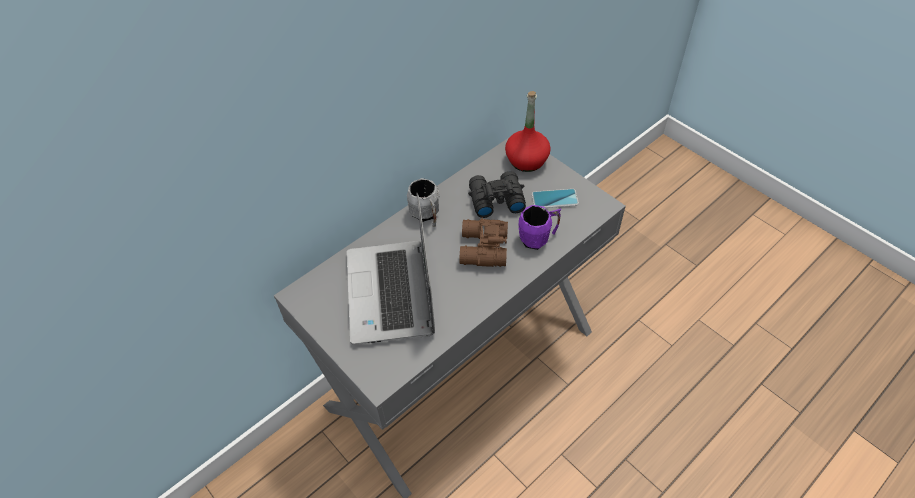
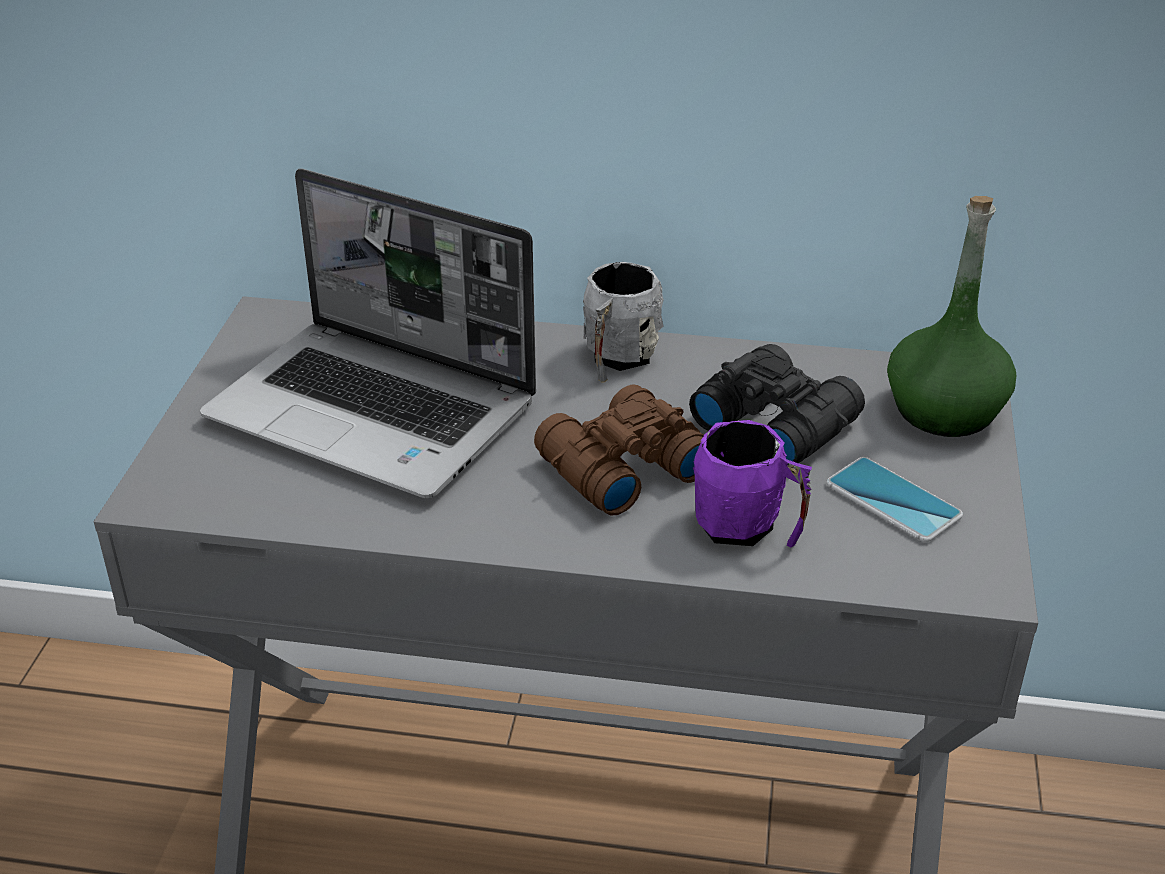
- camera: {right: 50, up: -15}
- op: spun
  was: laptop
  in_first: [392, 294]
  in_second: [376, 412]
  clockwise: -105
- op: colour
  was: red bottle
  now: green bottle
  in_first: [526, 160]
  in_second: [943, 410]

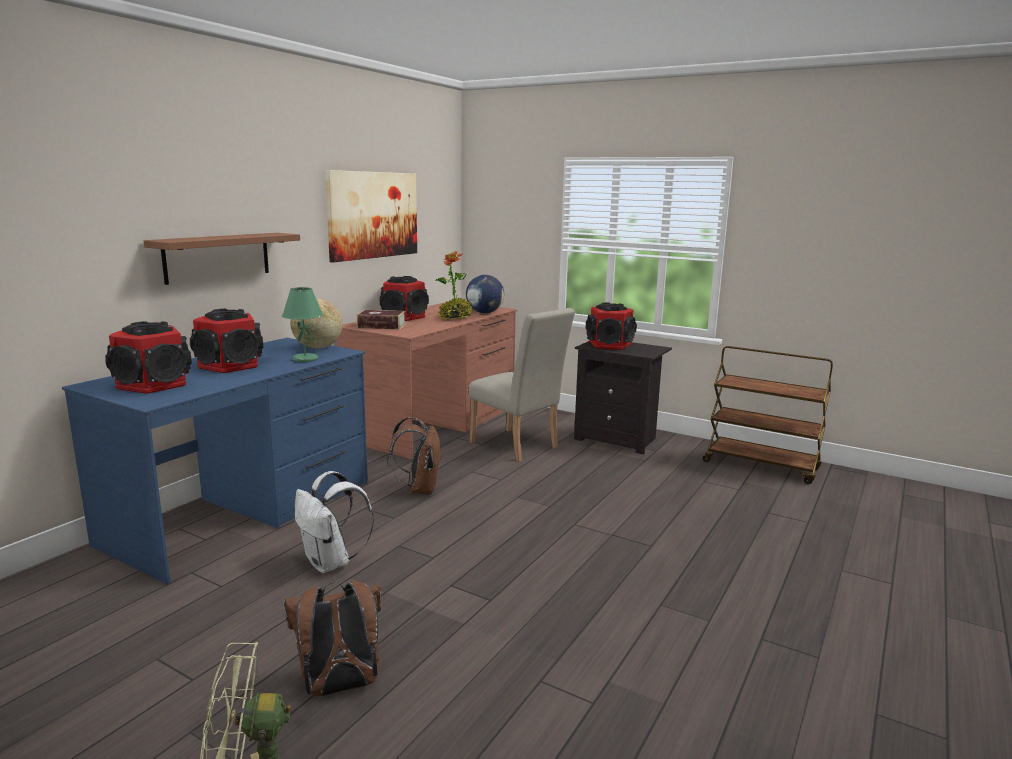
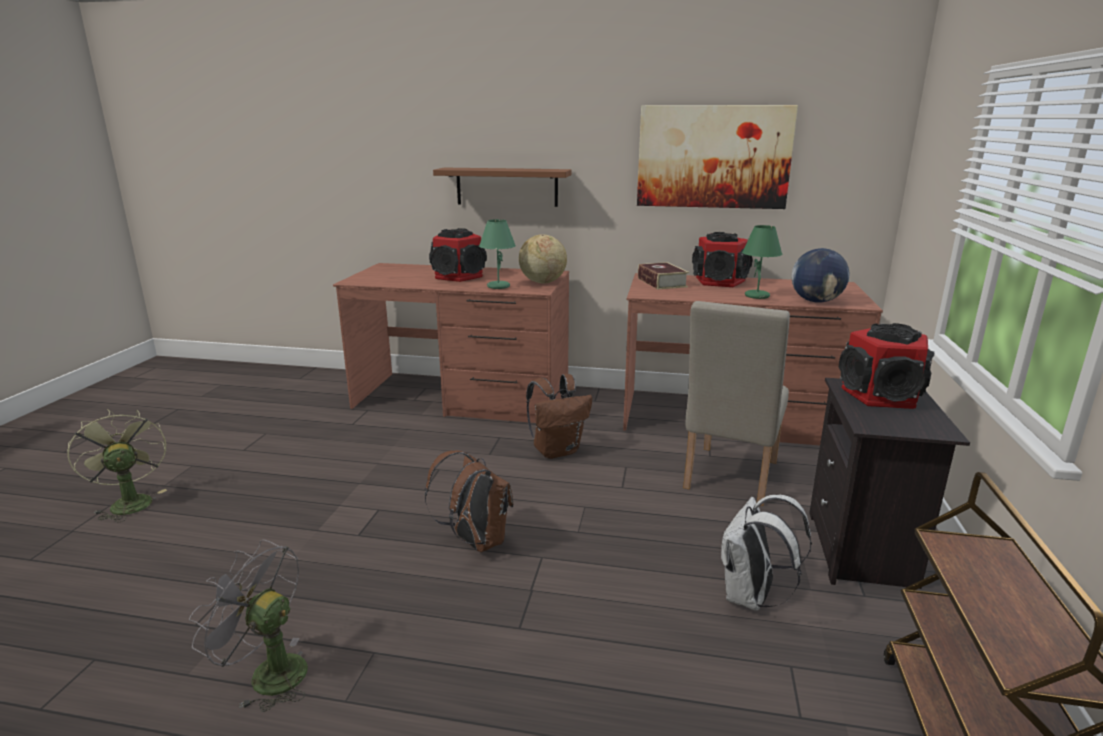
- camera: {right: 70, up: 5}
- op: appeared
  now: grey fan
  in_second: [268, 673]
- op: colour
  was: blue desk
  now: brown desk
  in_first: [244, 511]
  in_second: [463, 398]
- op: relocated
  was: brown backpack
  in_first: [340, 687]
  in_second: [475, 541]
- op: relocated
  was: white backpack
  in_first: [331, 563]
  in_second: [751, 597]
- op: exchanged
  was: potted plant
  now: green table lamp
  in_first: [455, 318]
  in_second: [757, 296]
- op: missing
  was: speaker
  in_first: [154, 384]

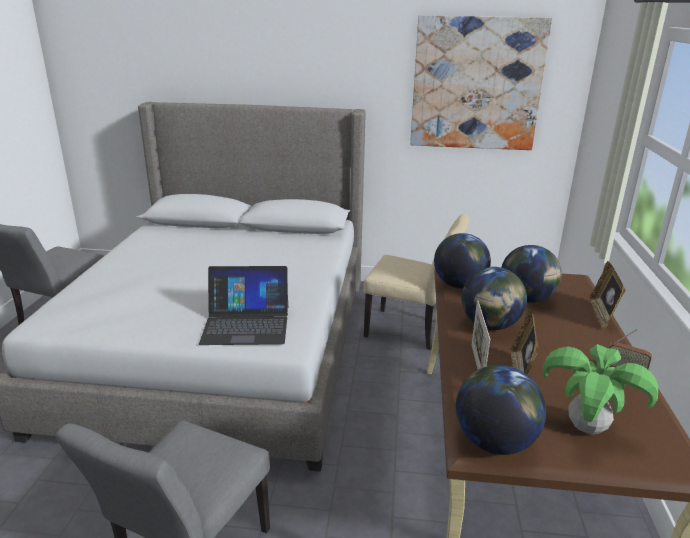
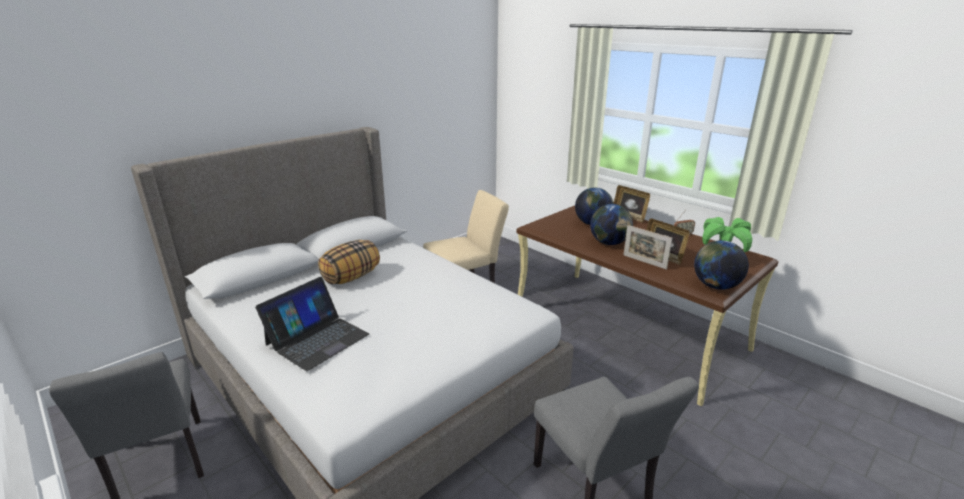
- camera: {right: -50, up: 0}
- op: relocated
  was: laptop
  in_first: [246, 324]
  in_second: [317, 339]
- op: appeared
  now: pillow
  in_second: [351, 277]
- op: missing
  was: picture
  in_first: [476, 84]
- op: missing
  was: globe
  in_first: [459, 285]

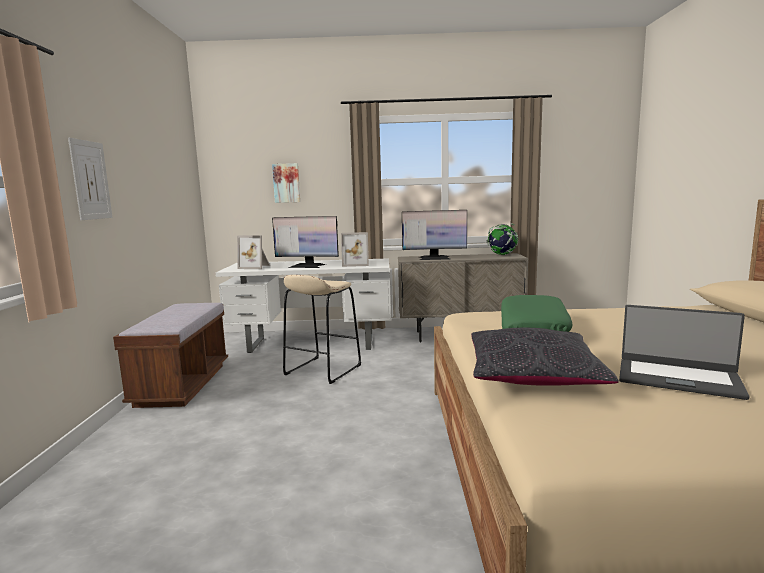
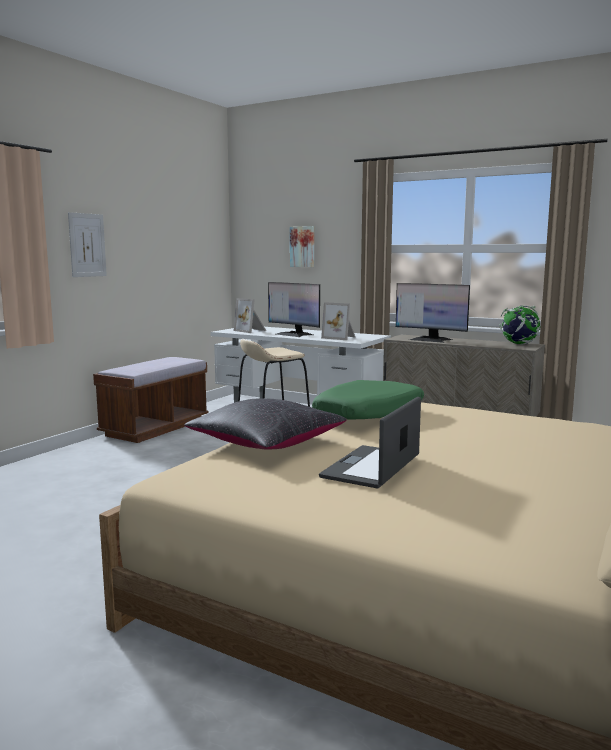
- camera: {right: 30, up: 0}
- op: spun
  was: laptop
  in_first: [678, 378]
  in_second: [372, 467]
  clockwise: 60

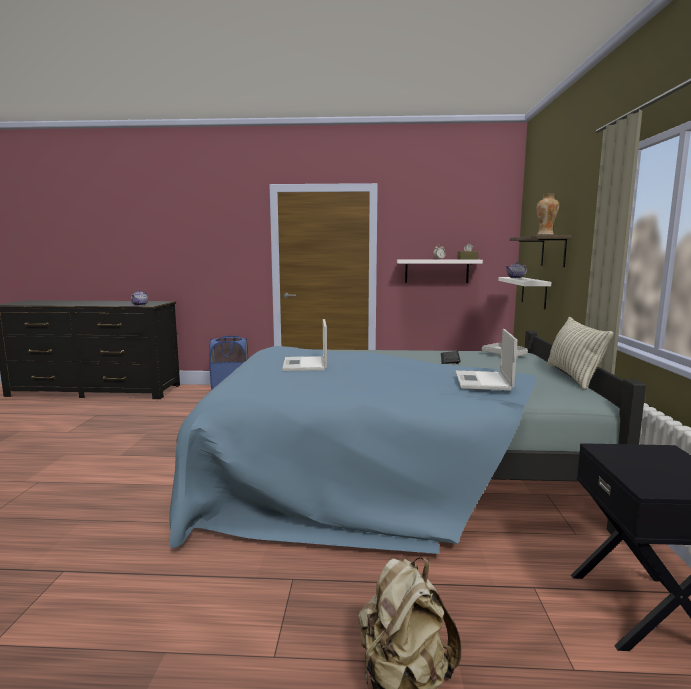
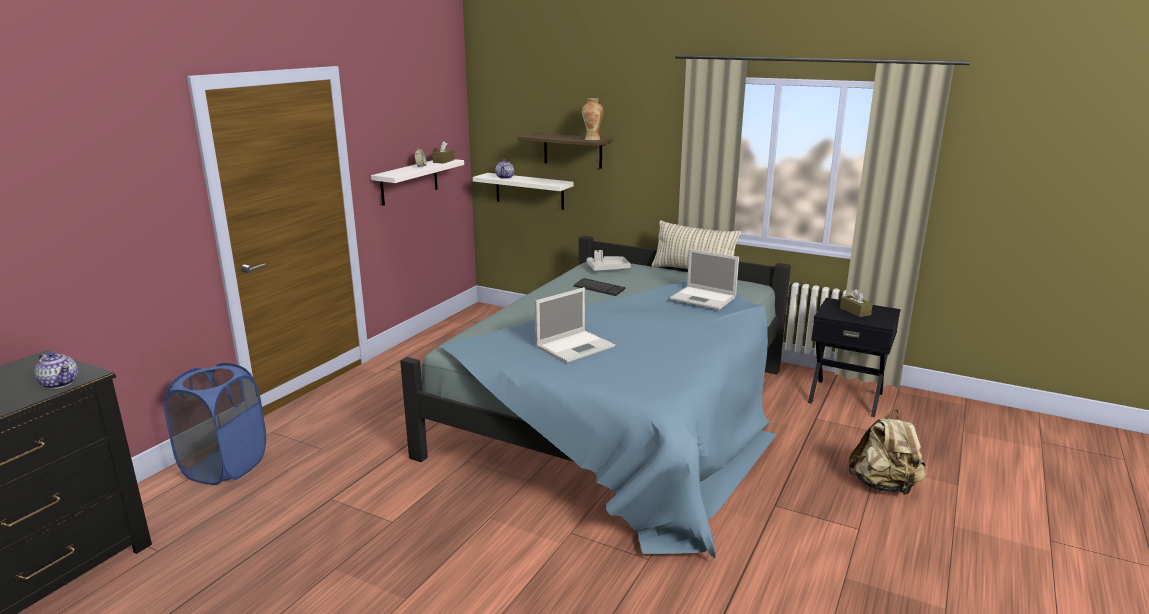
- camera: {right: -65, up: 10}
- op: spun
  was: laptop
  in_first: [305, 364]
  in_second: [576, 346]
  clockwise: -60
- op: appeared
  now: brown tissue box
  in_second: [855, 311]

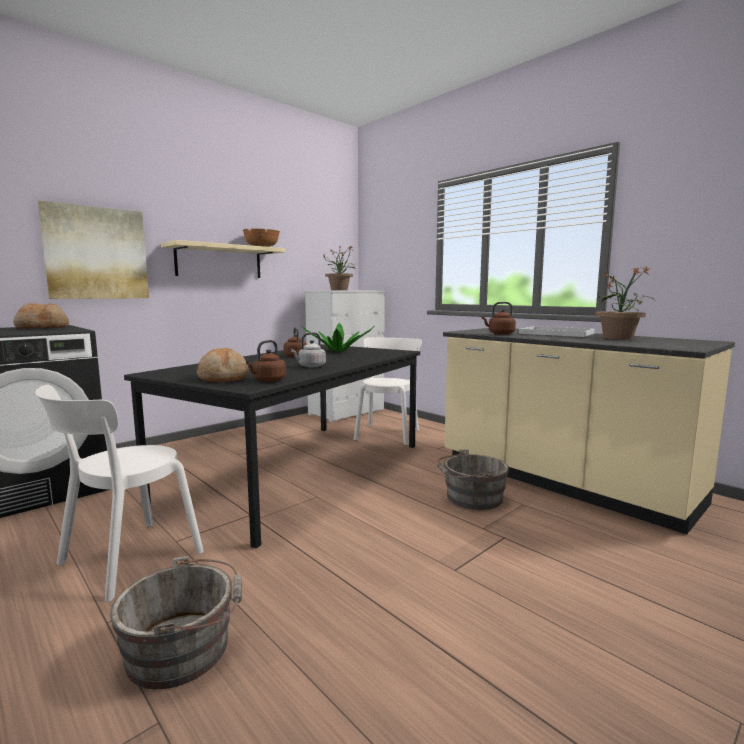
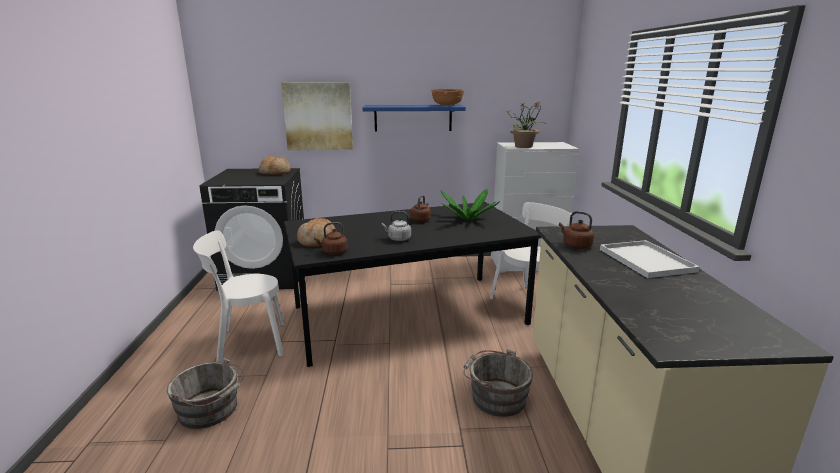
- camera: {right: 40, up: 10}
- op: colour
  was: beige shelf
  now: blue shelf
  in_first: [219, 262]
  in_second: [413, 118]
- op: missing
  was: potted plant
  in_first: [618, 338]

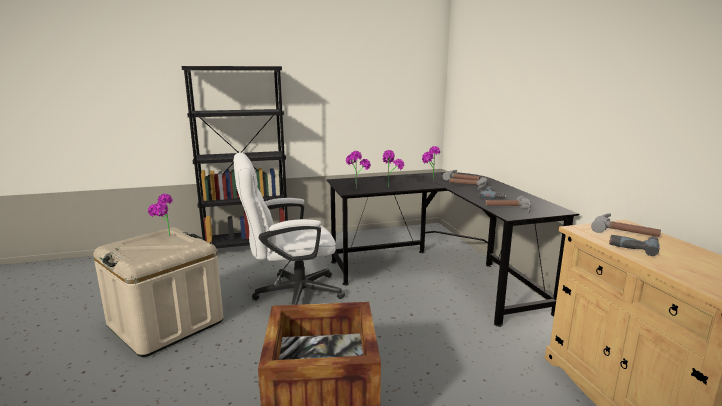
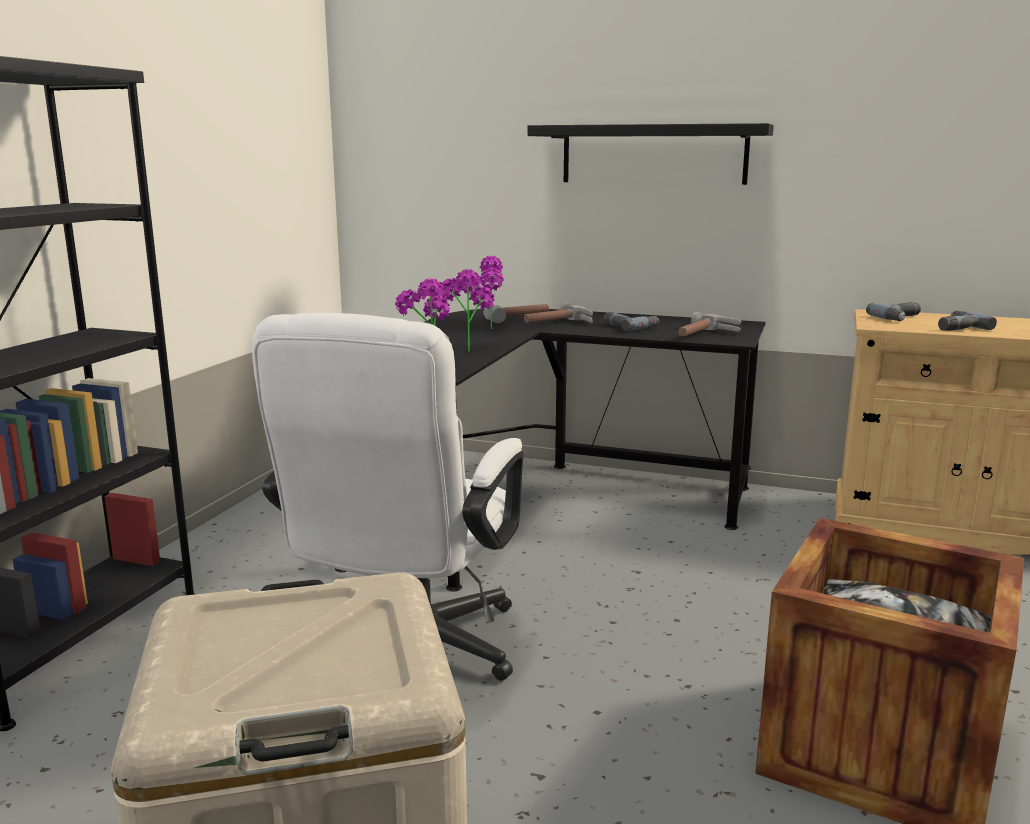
- camera: {right: -55, up: 0}
- op: appeared
  now: black shelf
  in_second: [653, 154]
- op: exchanged
  was: hammer
  now: power drill
  in_first: [625, 231]
  in_second: [901, 318]
- op: missing
  was: potted plant
  in_first: [164, 237]

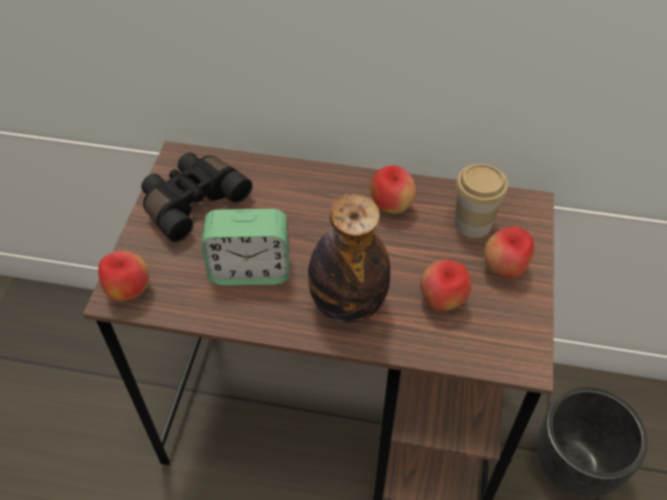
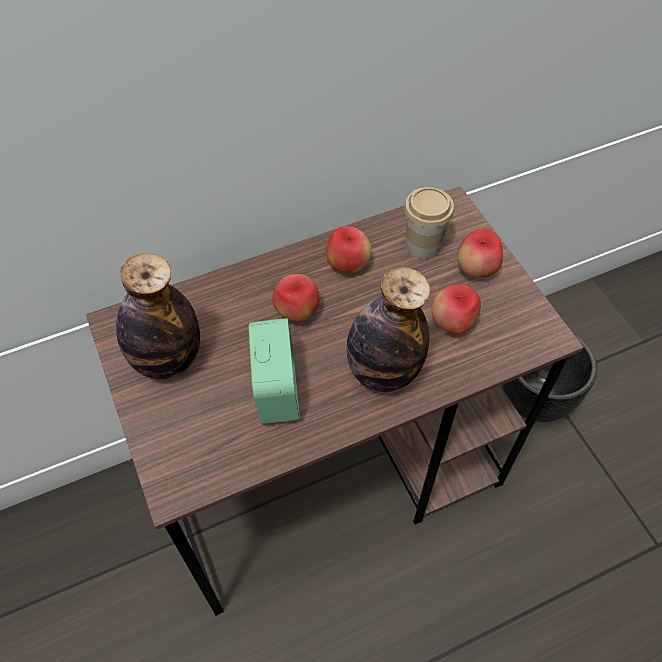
- camera: {right: -35, up: 5}
- op: exchanged
  was: black binoculars
  now: bottle
  in_first: [192, 202]
  in_second: [167, 359]
- op: spun
  was: alarm clock
  in_first: [250, 270]
  in_second: [276, 391]
  clockwise: -60
- op: relocated
  was: apple
  in_first: [129, 291]
  in_second: [297, 313]

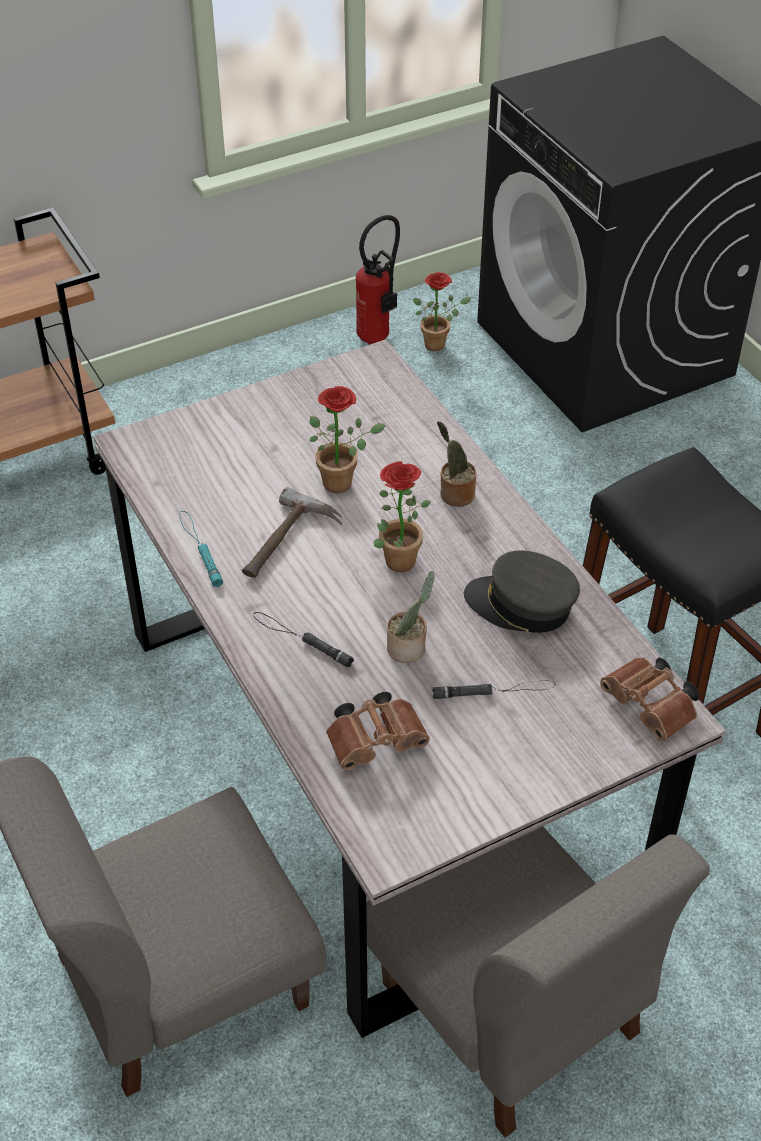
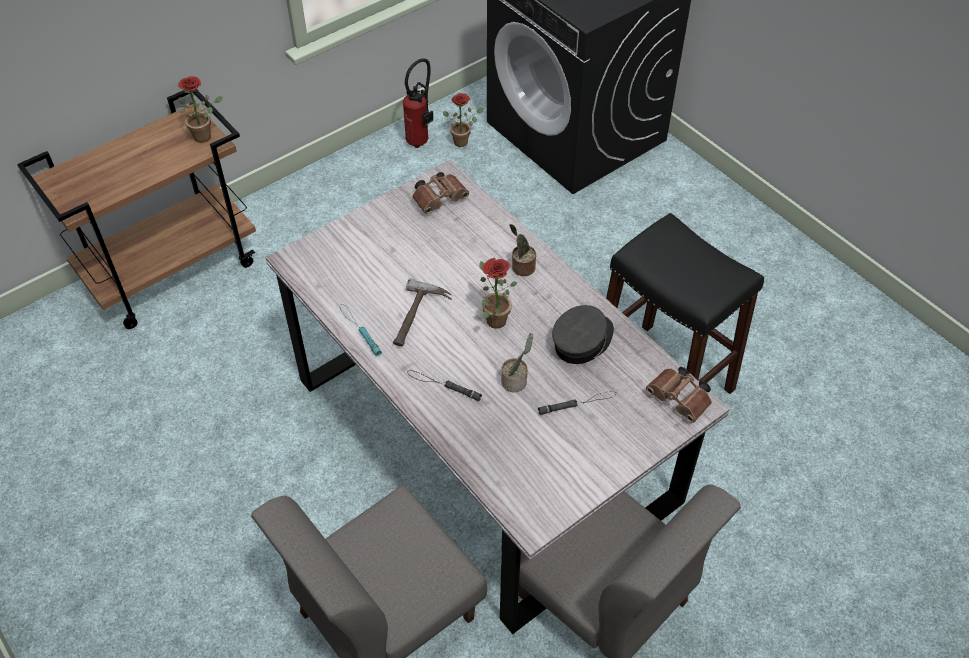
- camera: {right: -10, up: 5}
- op: relocated
  was: potted plant
  in_first: [343, 482]
  in_second: [206, 135]
- op: relocated
  was: brown binoculars
  in_first: [378, 741]
  in_second: [440, 199]
- op: spun
  was: grey cap
  in_first: [521, 605]
  in_second: [582, 341]
  clockwise: 120

